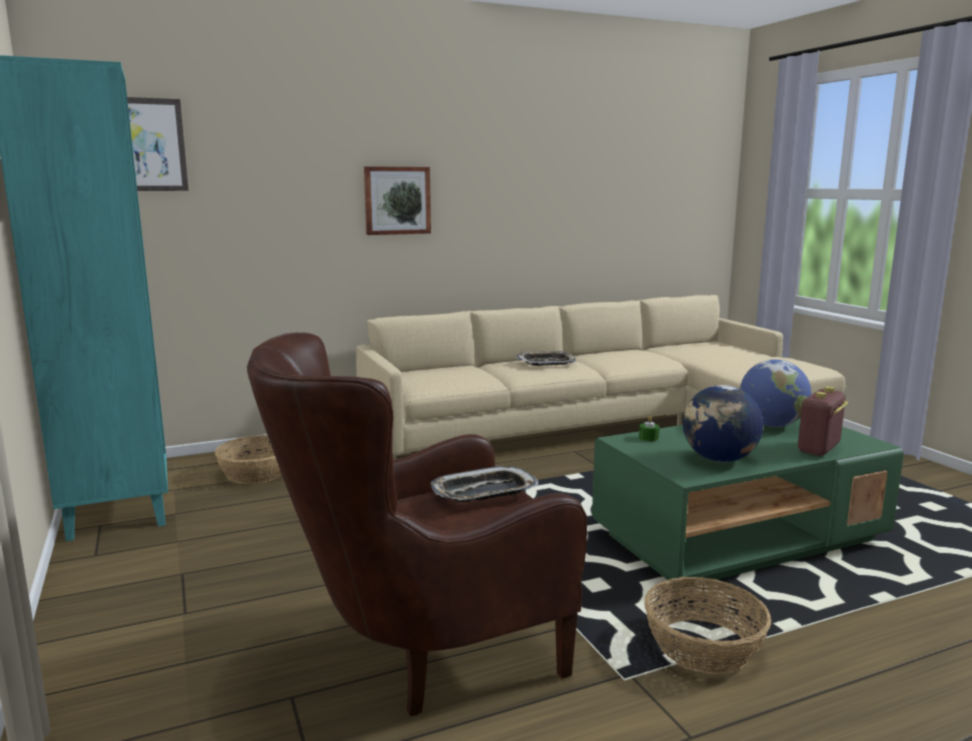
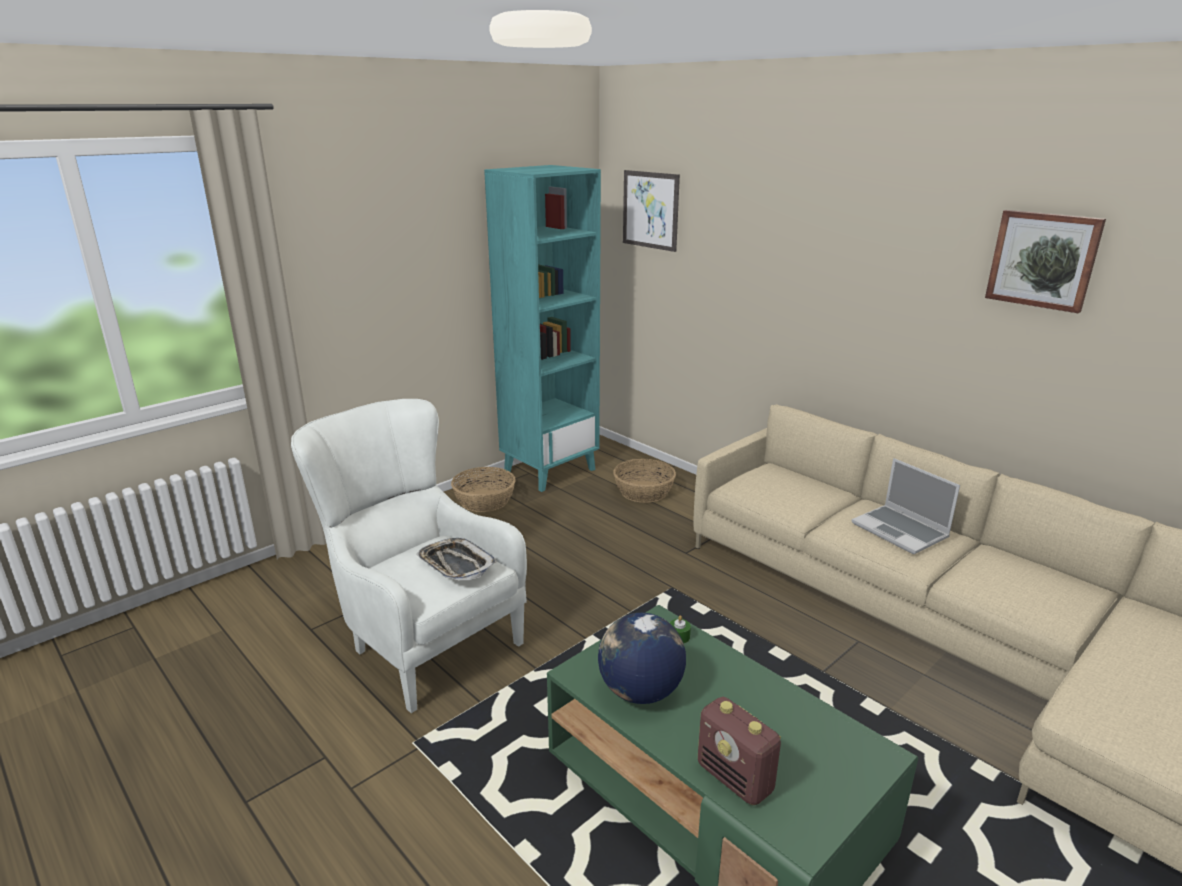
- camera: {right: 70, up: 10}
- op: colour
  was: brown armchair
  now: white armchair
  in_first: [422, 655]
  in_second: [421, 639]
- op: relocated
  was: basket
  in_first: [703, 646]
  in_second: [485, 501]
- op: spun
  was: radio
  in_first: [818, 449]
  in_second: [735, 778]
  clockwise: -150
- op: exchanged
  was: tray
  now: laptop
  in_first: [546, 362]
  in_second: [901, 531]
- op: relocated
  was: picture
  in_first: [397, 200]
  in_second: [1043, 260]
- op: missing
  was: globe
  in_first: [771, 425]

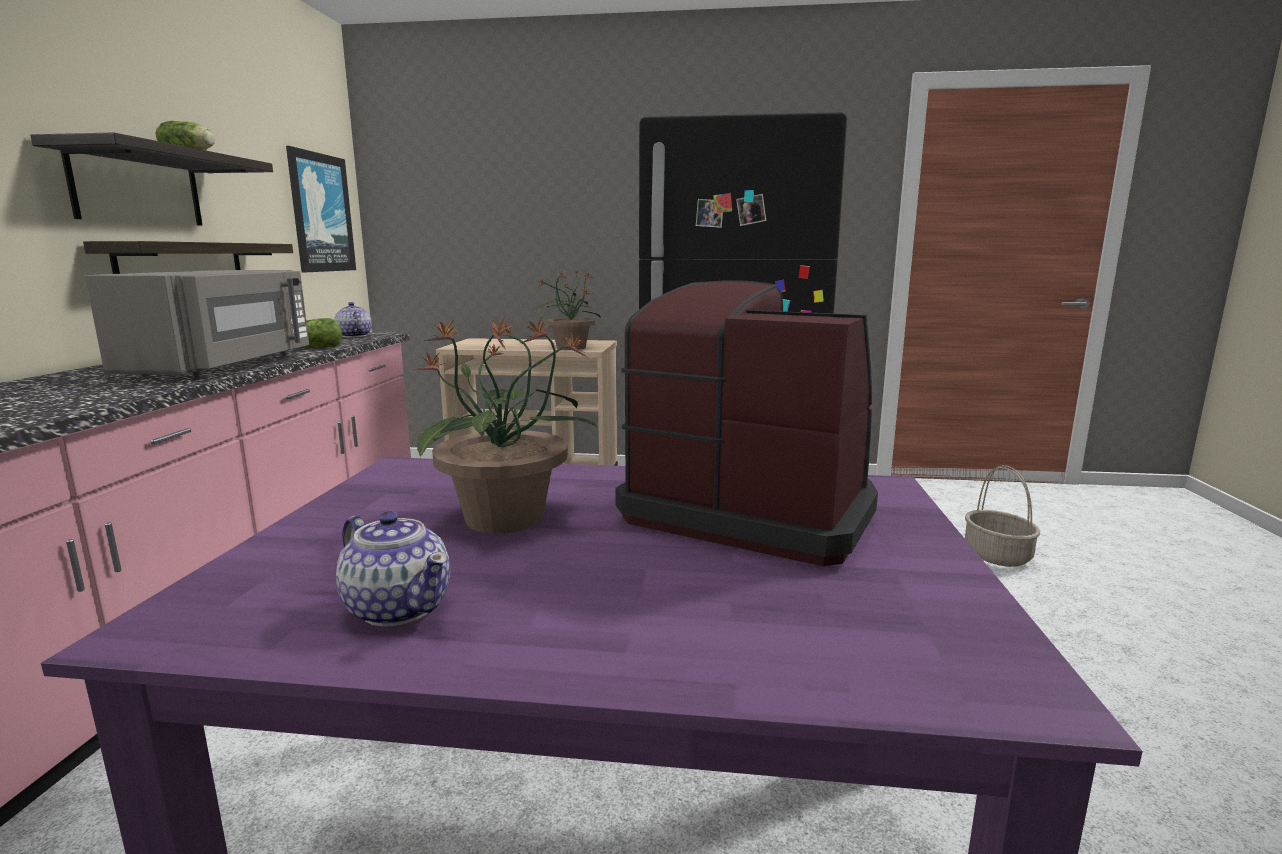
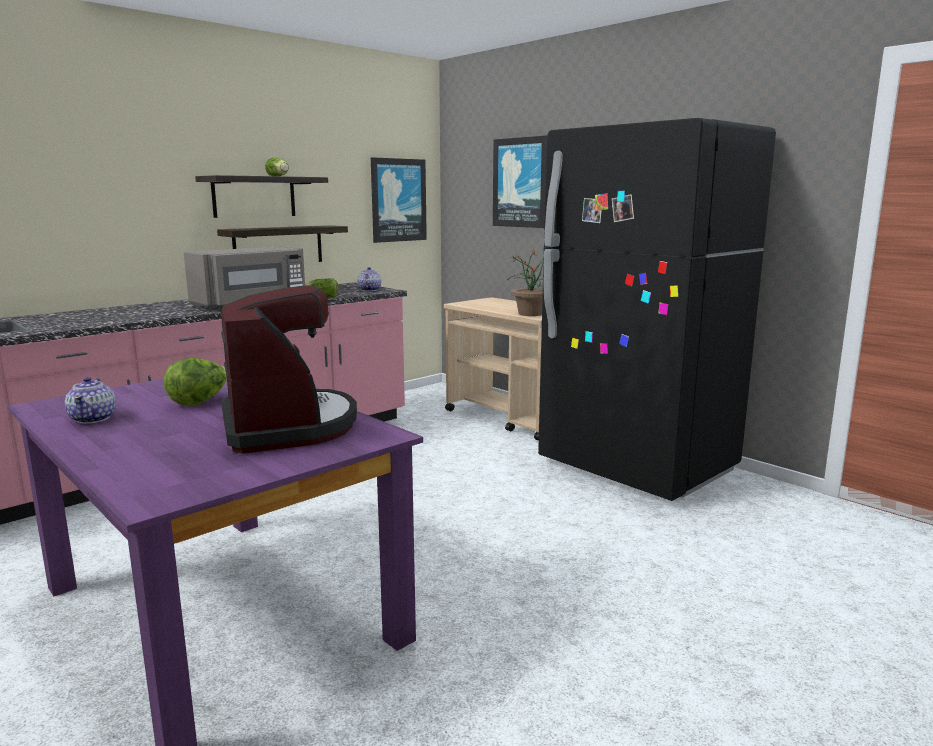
- camera: {right: 40, up: 0}
- op: exchanged
  was: potted plant
  now: lettuce
  in_first: [507, 518]
  in_second: [199, 402]
- op: appeared
  now: picture
  in_second: [520, 183]
- op: missing
  was: basket
  in_first: [998, 556]

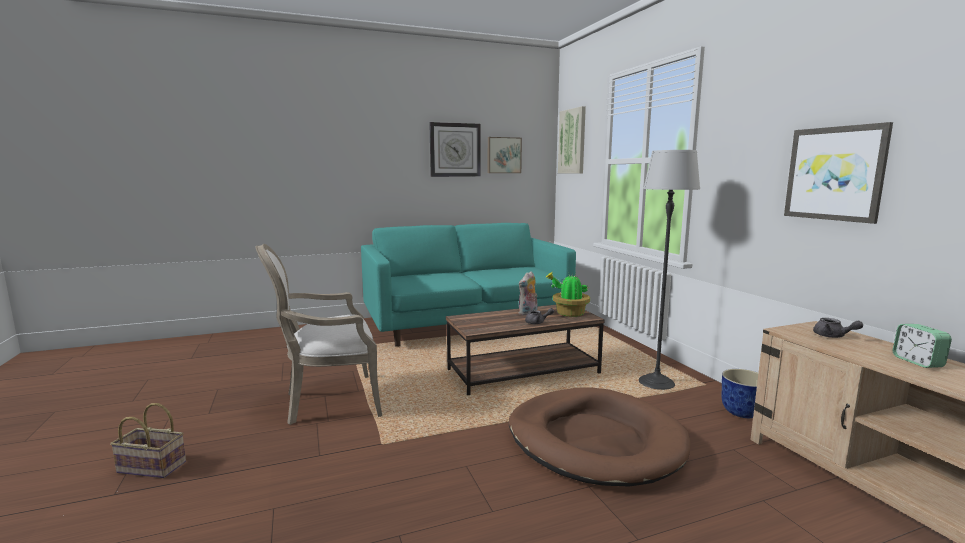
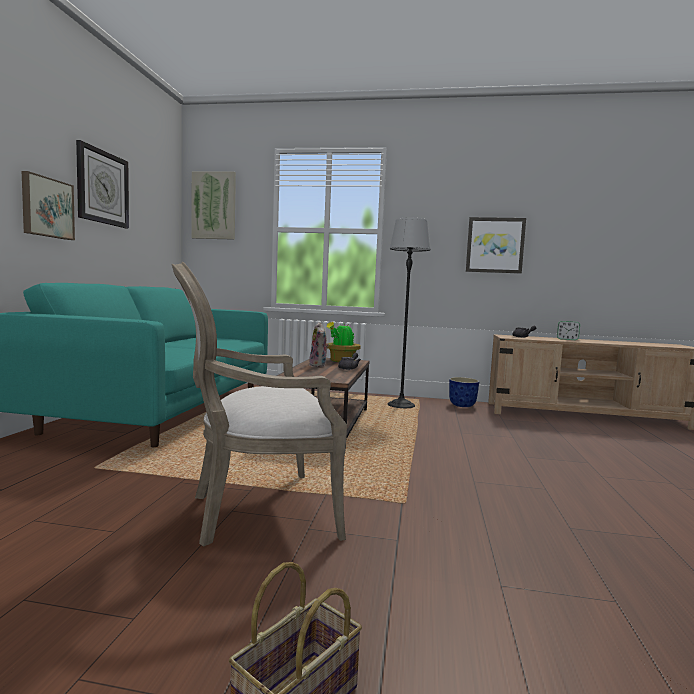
- camera: {right: -60, up: -5}
- op: relocated
  was: picture
  in_first: [503, 155]
  in_second: [46, 207]
- op: spun
  was: armchair
  in_first: [328, 402]
  in_second: [256, 511]
  clockwise: 60
- op: missing
  was: brown dog bed
  in_first: [594, 440]

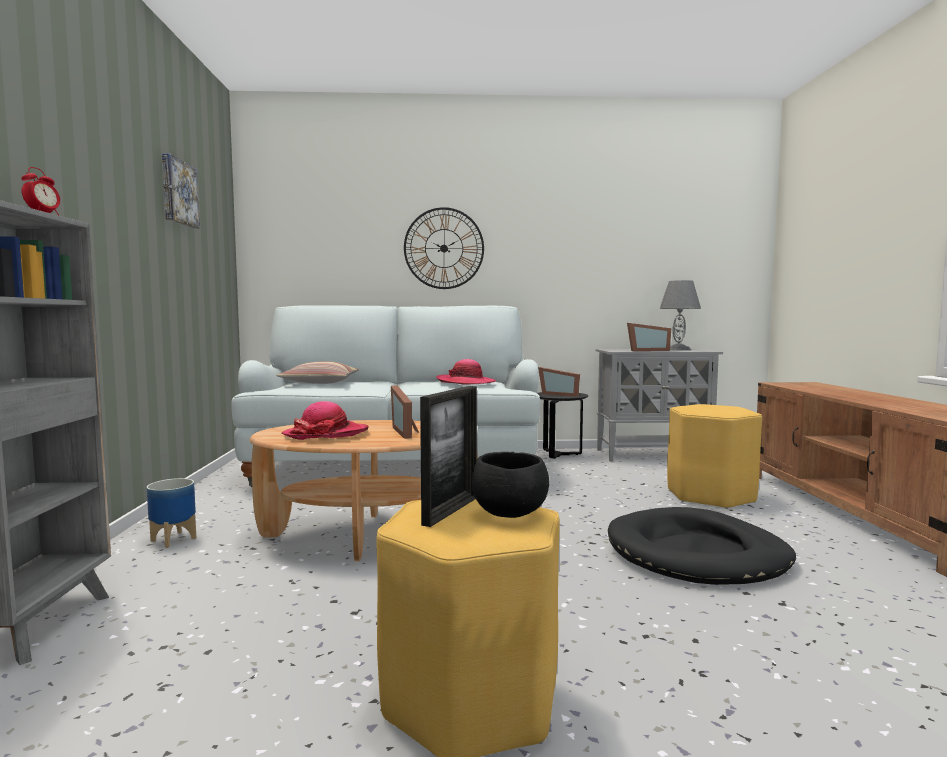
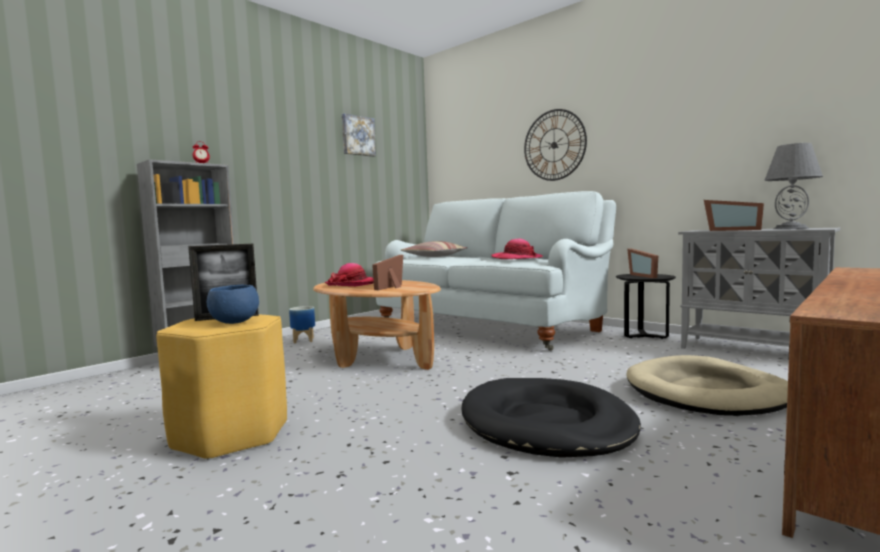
- camera: {right: 45, up: 0}
- op: colour
  was: black bowl
  now: blue bowl
  in_first: [509, 515]
  in_second: [234, 323]
- op: exchanged
  was: yellow stool
  now: beige dog bed
  in_first: [711, 495]
  in_second: [707, 393]

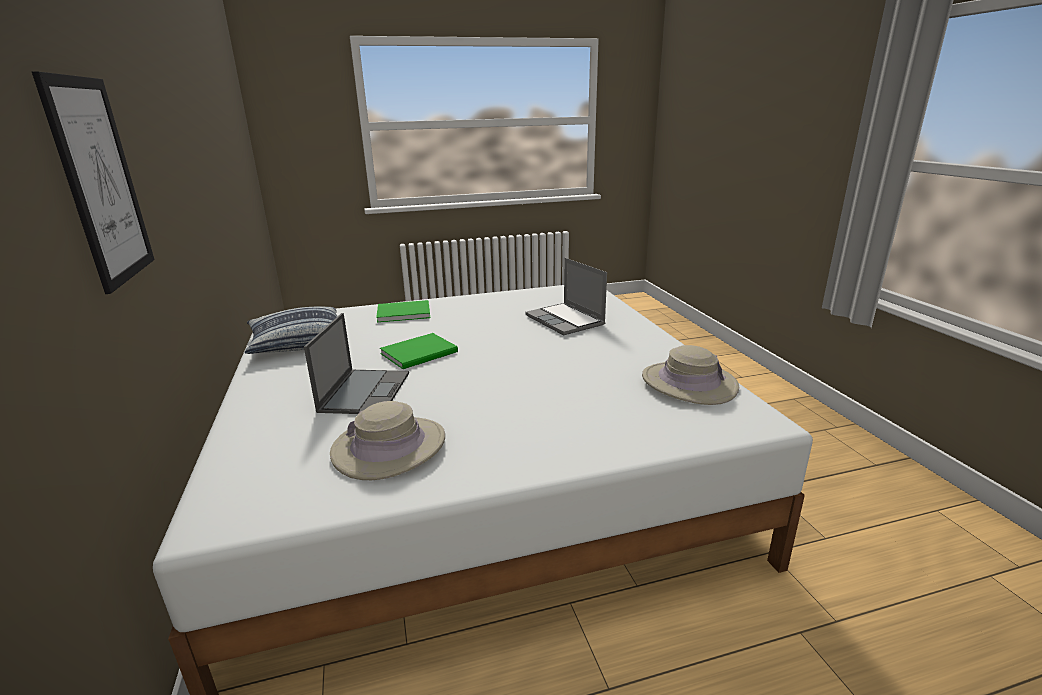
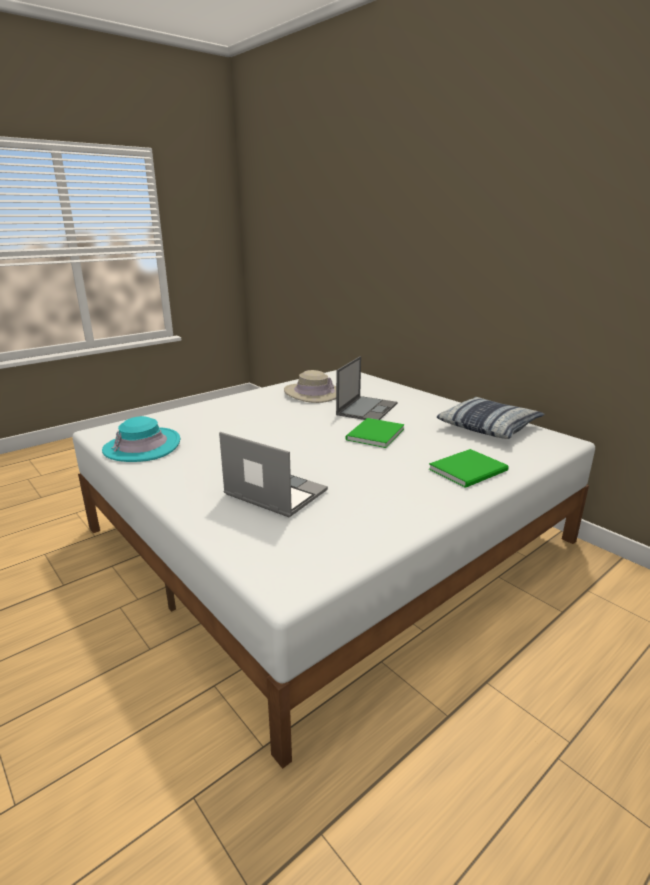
- camera: {right: 155, up: 0}
- op: colour
  was: beige hat
  now: turquoise hat
  in_first: [689, 383]
  in_second: [142, 447]
- op: spun
  was: laptop
  in_first: [365, 391]
  in_second: [367, 409]
  clockwise: -135
- op: missing
  was: picture
  in_first: [101, 182]

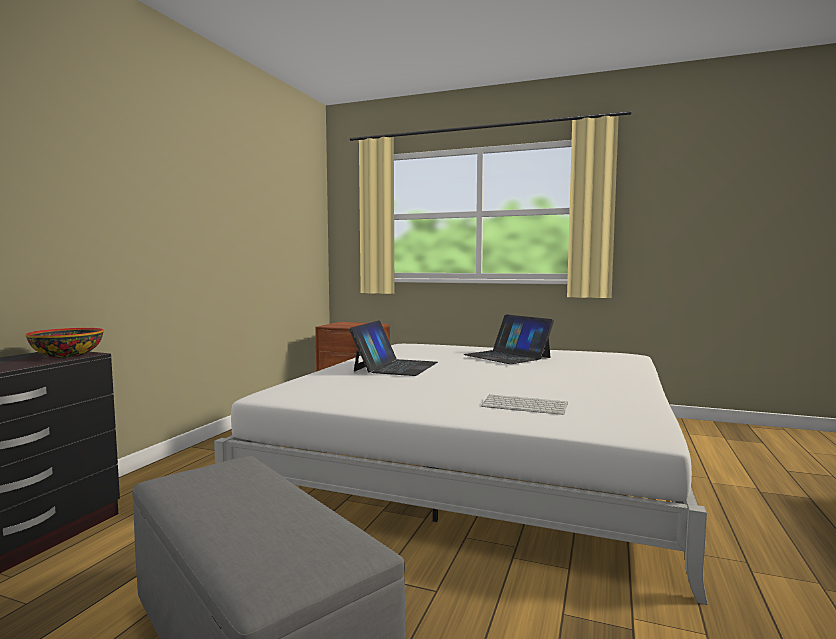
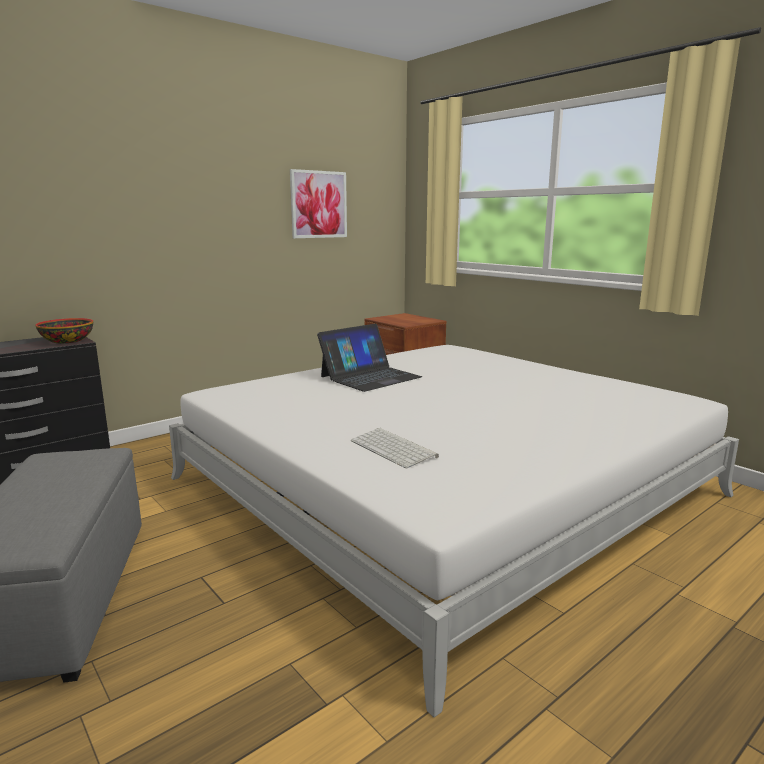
- camera: {right: 30, up: 10}
- op: appeared
  now: picture
  in_second: [318, 204]
- op: missing
  was: laptop
  in_first: [507, 356]

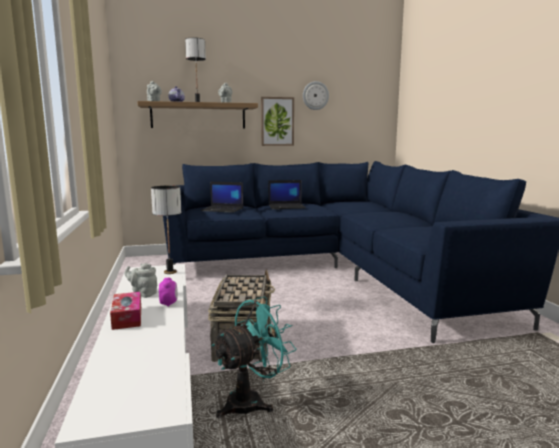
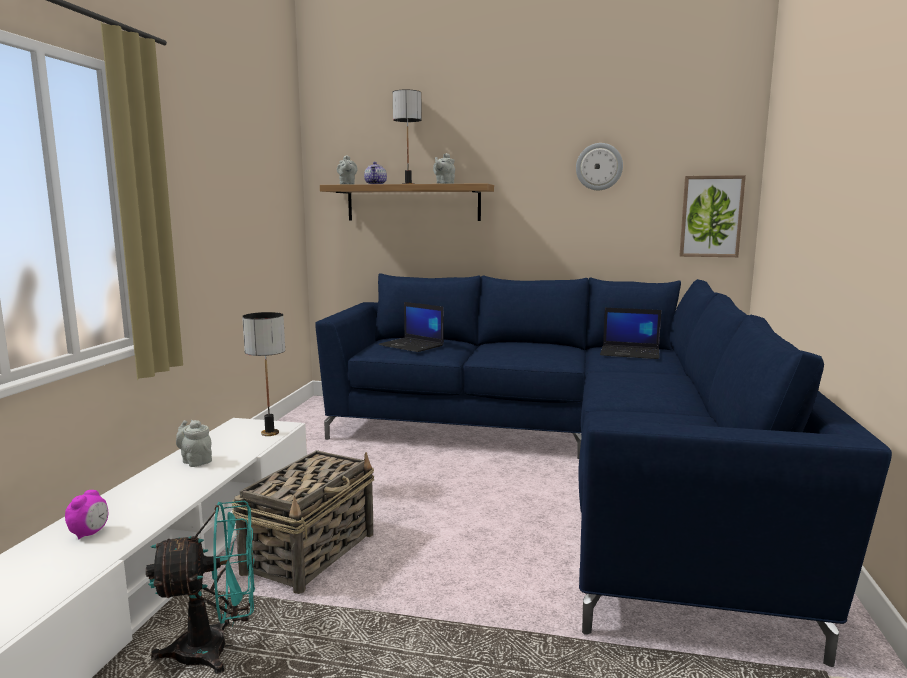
- camera: {right: 25, up: 0}
- op: relocated
  was: alarm clock
  in_first: [169, 304]
  in_second: [90, 533]
- op: relocated
  was: laptop
  in_first: [287, 206]
  in_second: [630, 353]
- op: relocated
  was: picture
  in_first: [277, 121]
  in_second: [711, 216]
- op: missing
  was: tissue box
  in_first: [127, 317]

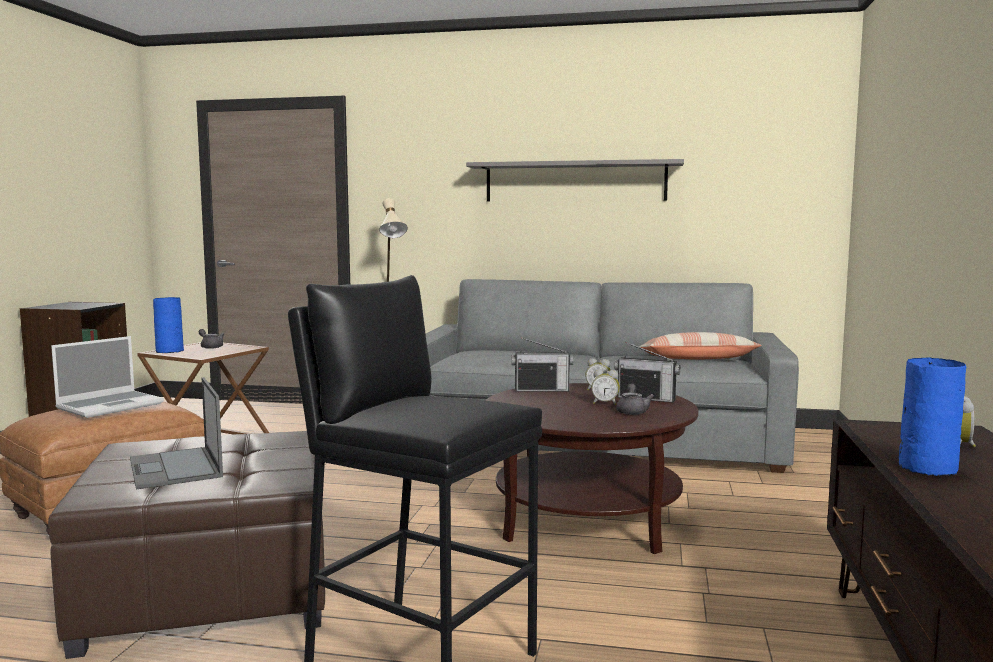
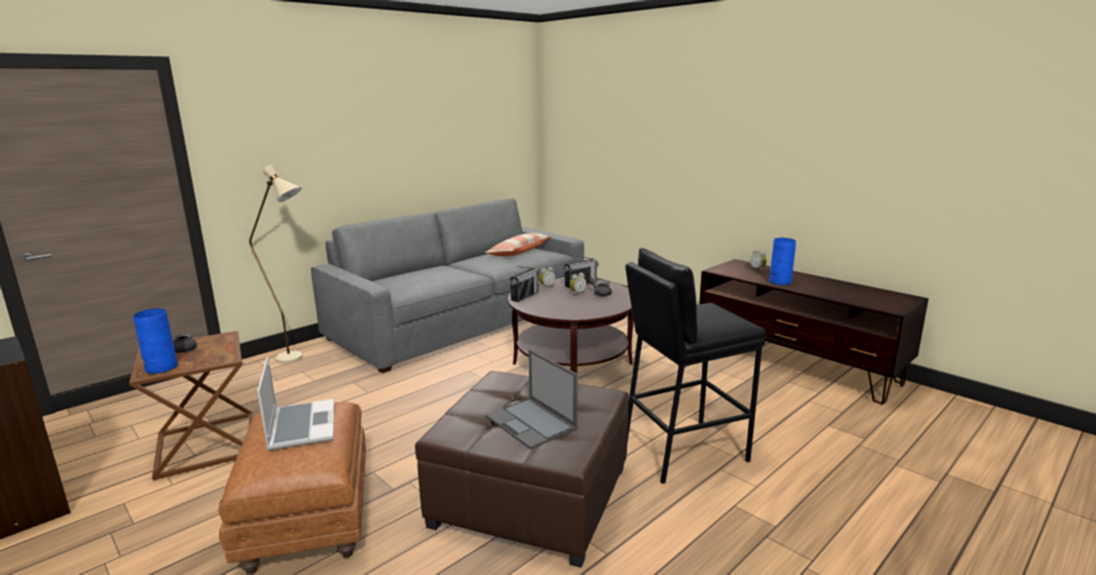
- camera: {right: -55, up: 10}
- op: spun
  was: laptop
  in_first: [176, 468]
  in_second: [532, 423]
  clockwise: 45
- op: missing
  was: grey shelf
  in_first: [575, 182]

